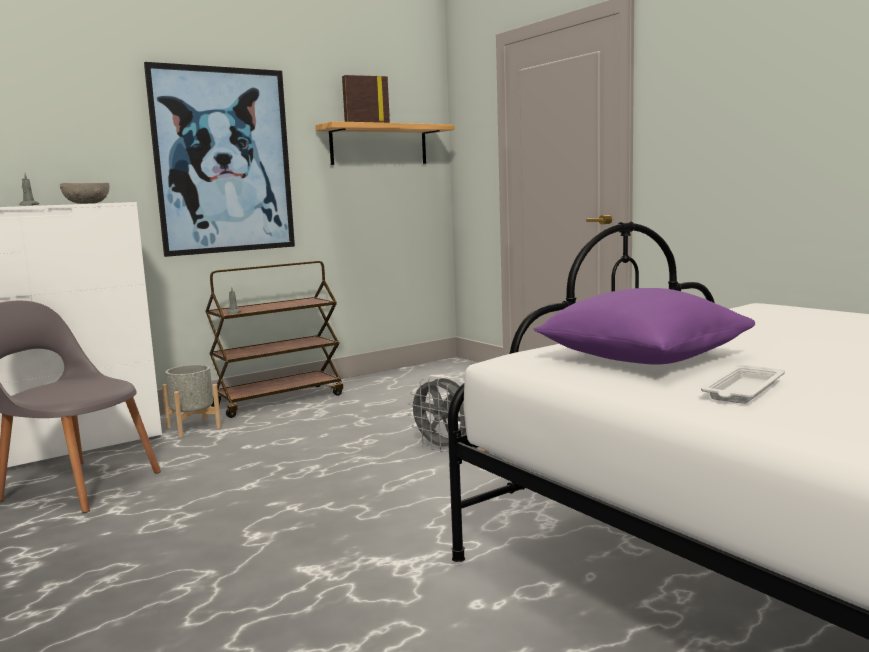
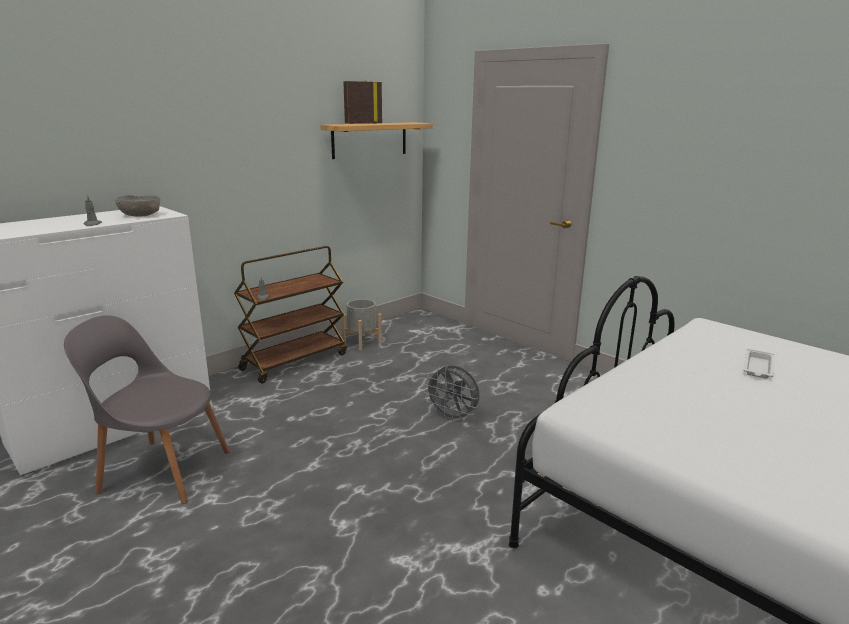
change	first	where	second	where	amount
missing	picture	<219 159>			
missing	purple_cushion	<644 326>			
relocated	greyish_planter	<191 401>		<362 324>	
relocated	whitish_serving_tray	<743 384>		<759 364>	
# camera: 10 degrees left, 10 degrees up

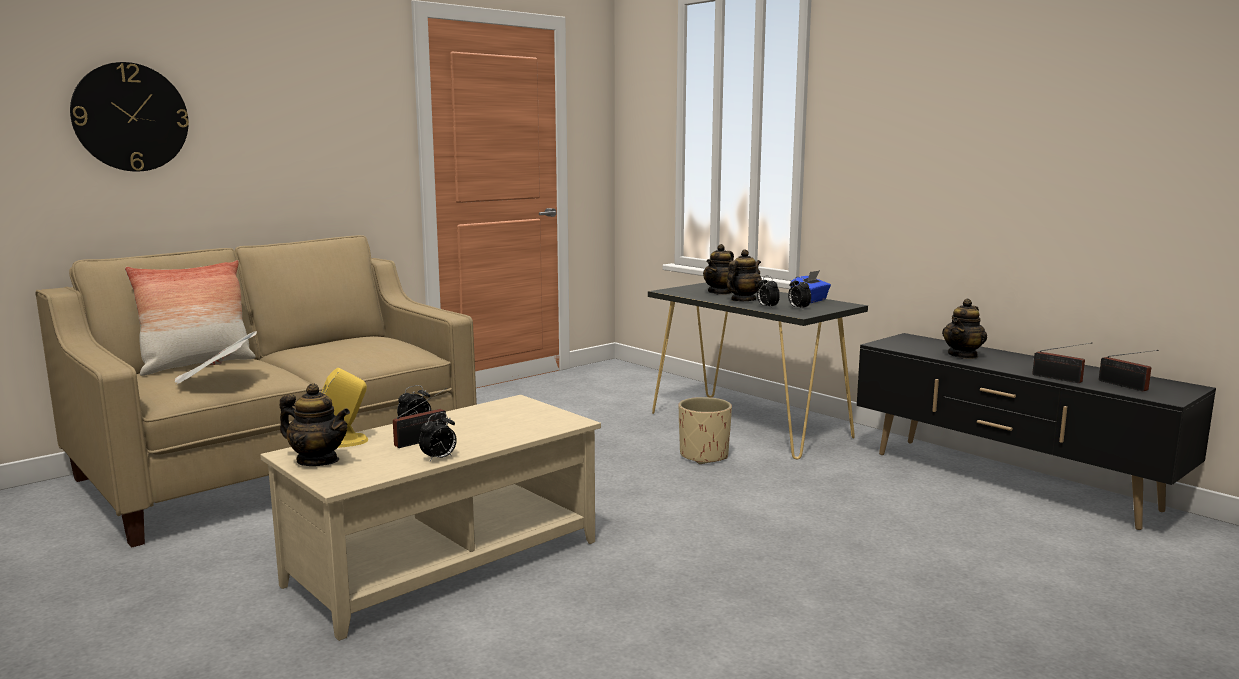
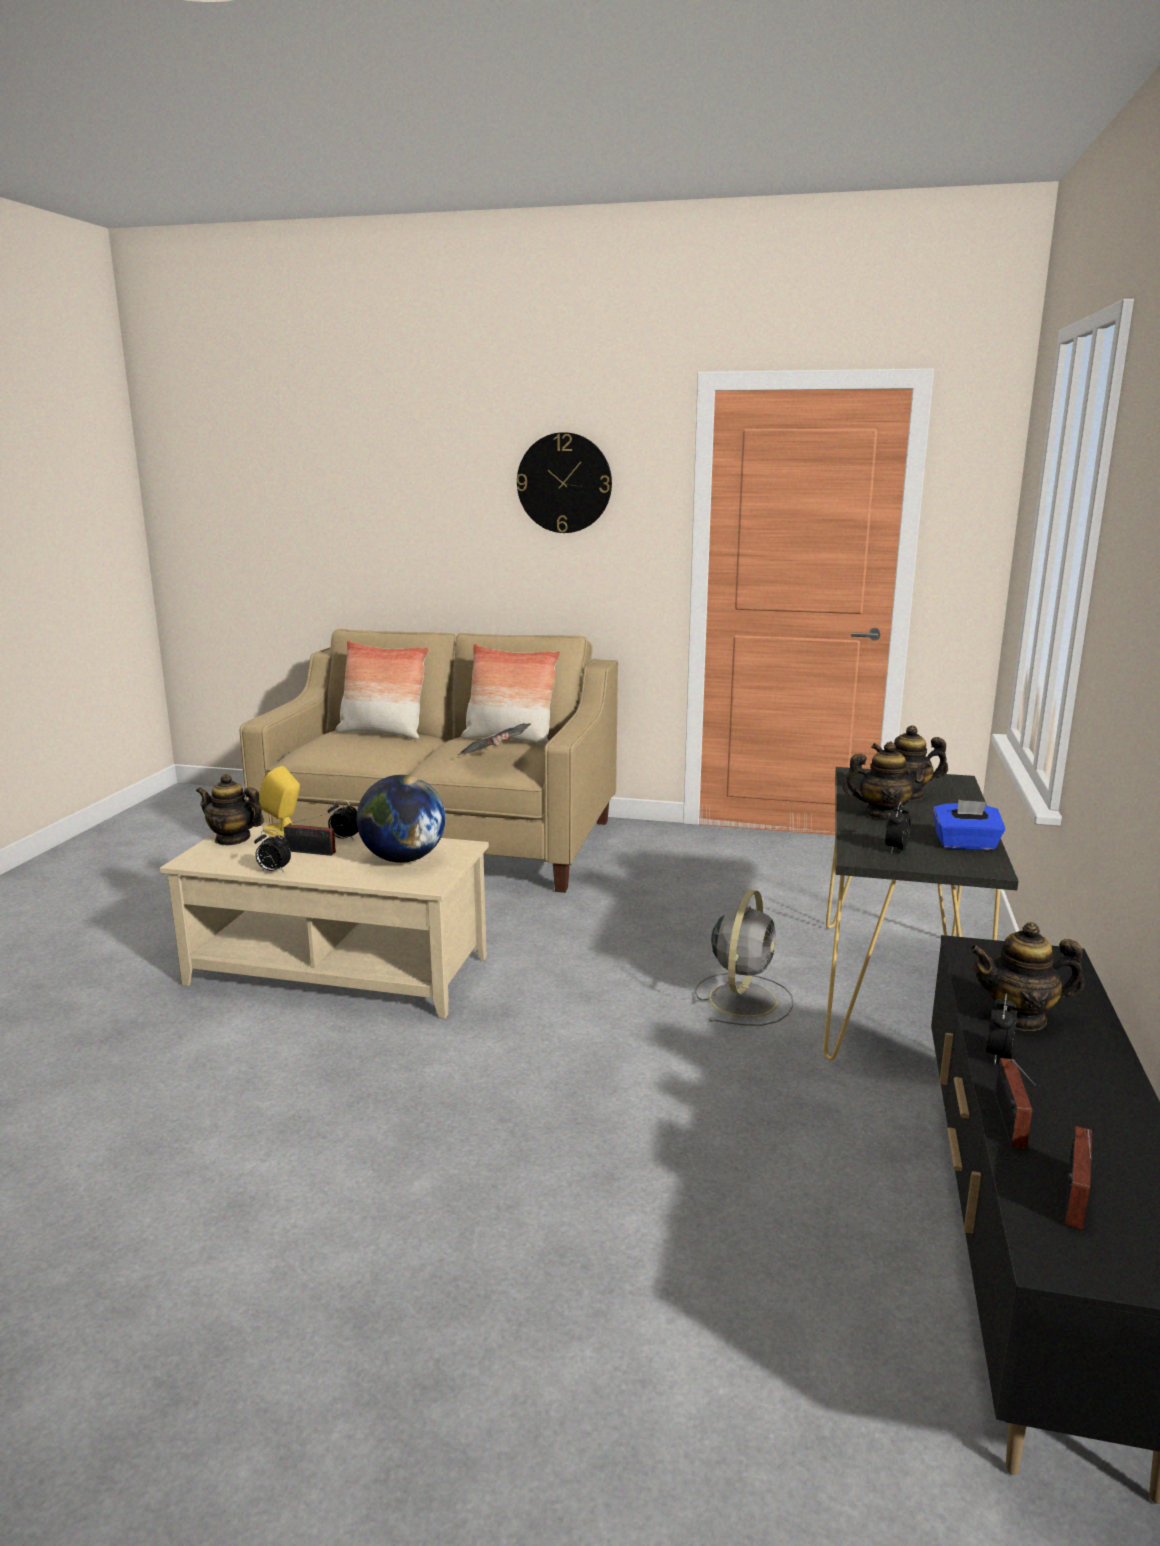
change	first	where	second	where	amount
appeared			globe	<401 819>	
appeared			cushion	<510 695>	
relocated	clock_on_the_wall	<129 117>		<564 482>	
relocated	newspaper	<216 357>		<494 739>	
relocated	table_clock	<768 292>		<1001 1029>	
exchanged	beige-coloured_planter	<705 430>	greyish_cooling_fan	<744 958>	
spun	pot_for_tea	<314 425>		<230 810>	120 degrees clockwise
# camera: 55 degrees right, 5 degrees up

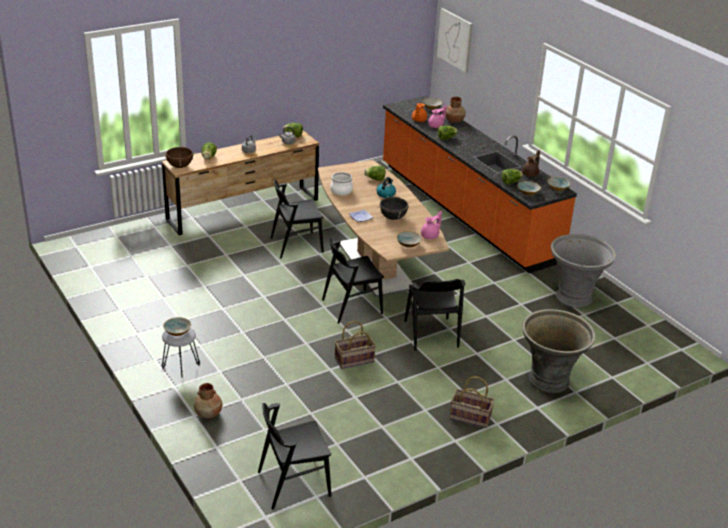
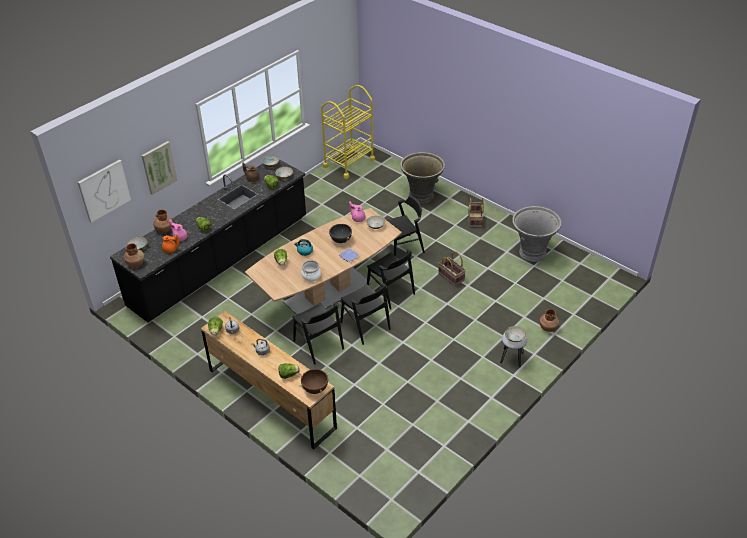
change	first	where	second	where	amount
appeared			brown_vase	<134 255>	
appeared			picture	<159 168>	
appeared			yellow-coloured_wheeled_cart	<348 132>	
relocated	black-coloured_plain_chair	<294 456>		<365 314>	
relocated	greyish_planter	<583 271>		<536 234>	
colour	orange-coloured_kitchen_counter	<480 184>	black-coloured_kitchen_counter	<208 241>	
# camera: 105 degrees left, 10 degrees up

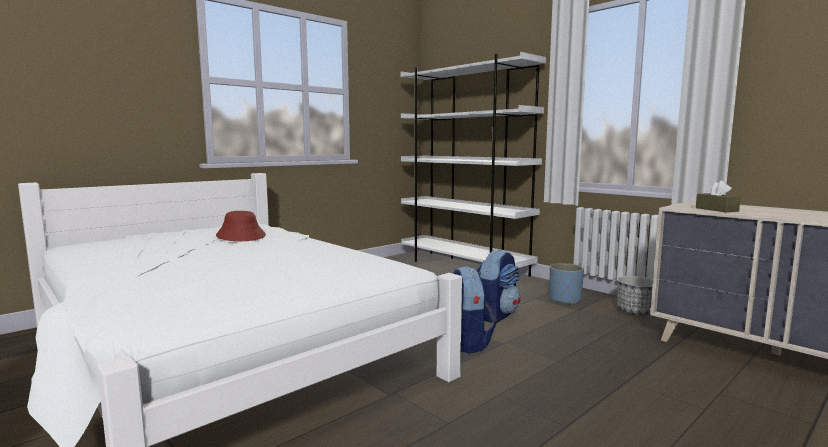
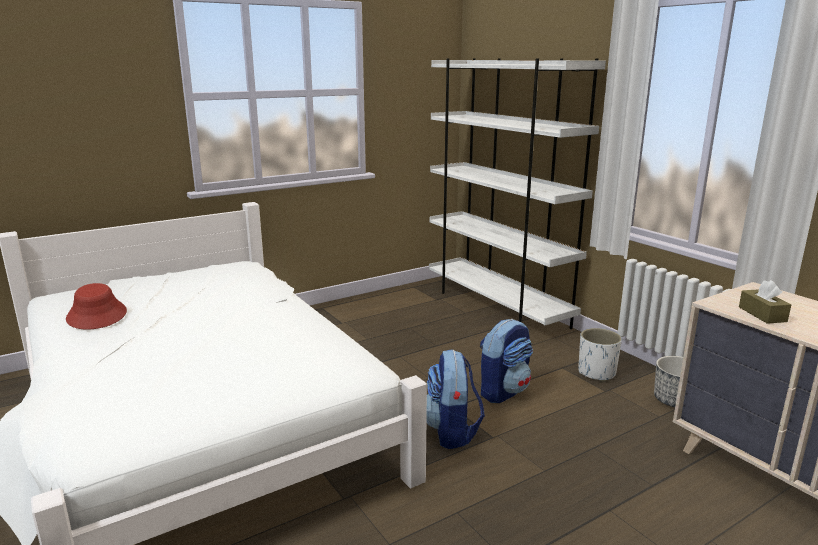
change	first	where	second	where	amount
relocated	red-coloured_hat	<241 226>		<96 306>	
colour	blue_planter	<566 284>	whitish_planter	<600 355>	
# camera: 10 degrees right, 10 degrees up

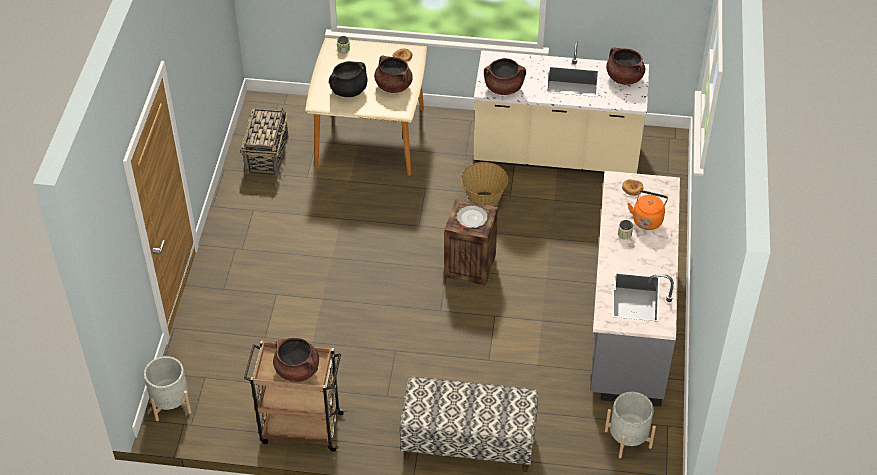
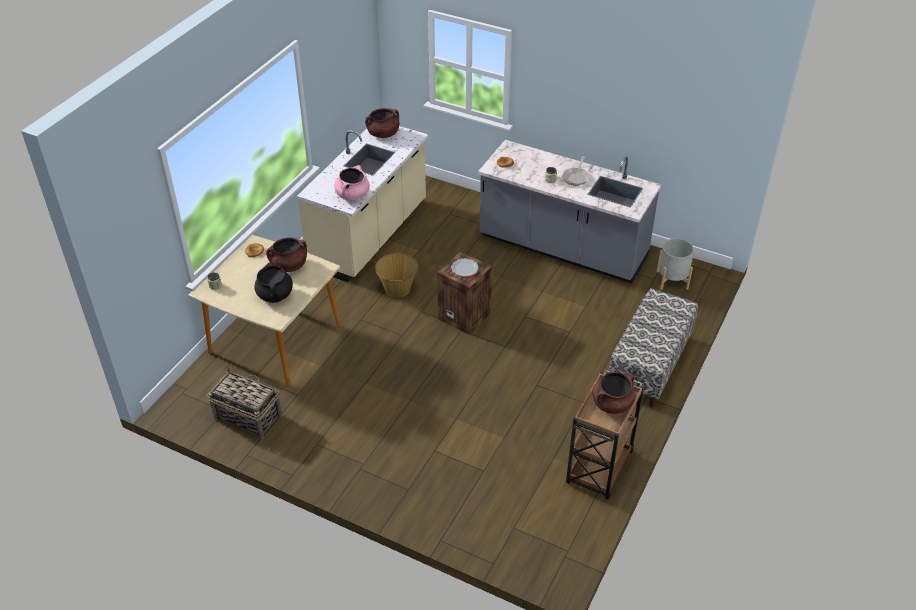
change	first	where	second	where	amount
missing	greyish_planter	<167 388>			
missing	orange-coloured_kettle	<648 210>			
appeared			pan	<576 171>	
colour	brown_saucepot	<505 76>	pink_saucepot	<352 183>	
# camera: 70 degrees left, 5 degrees down

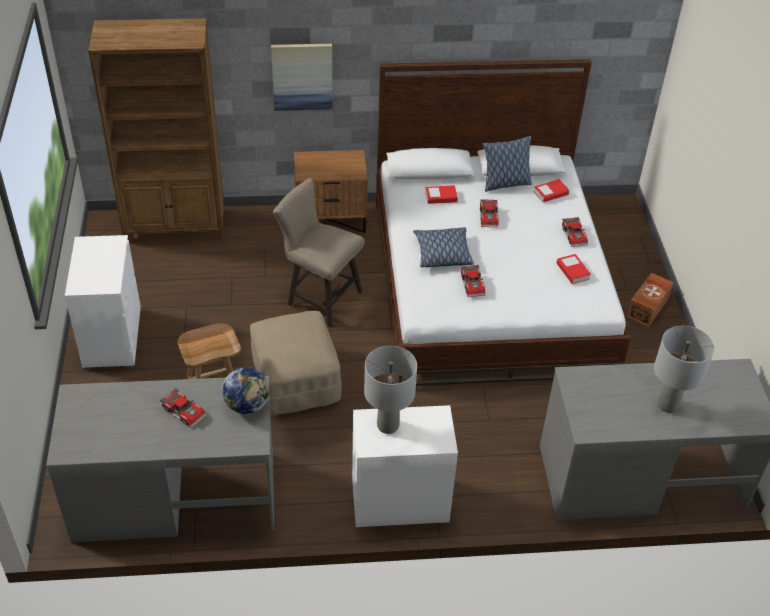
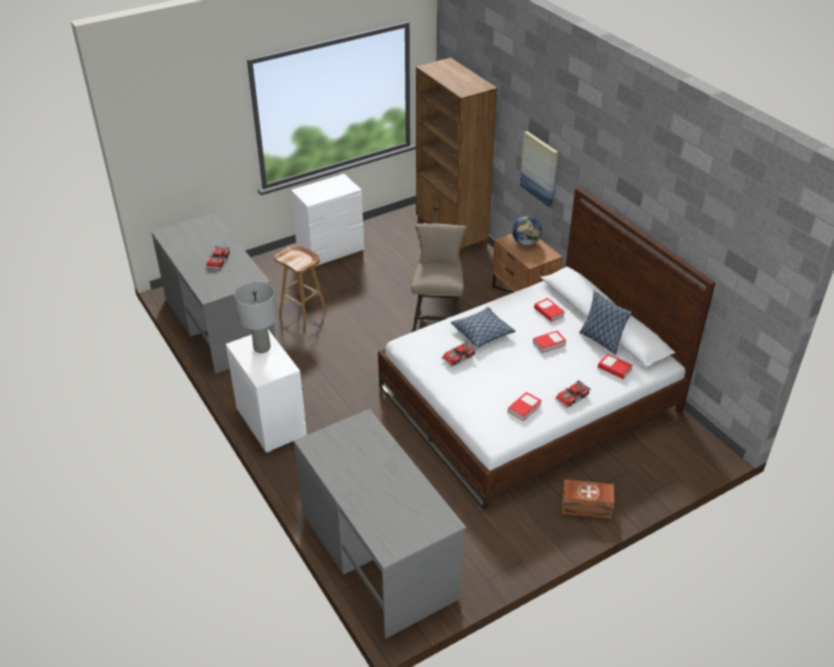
change	first	where	second	where	amount
missing	beige-coloured_footrest	<296 363>			
missing	greyish_table_lamp	<684 369>			
relocated	globe	<245 390>		<527 231>	
exchanged	toy_car	<489 213>	book	<550 342>	
# camera: 65 degrees right, 5 degrees down

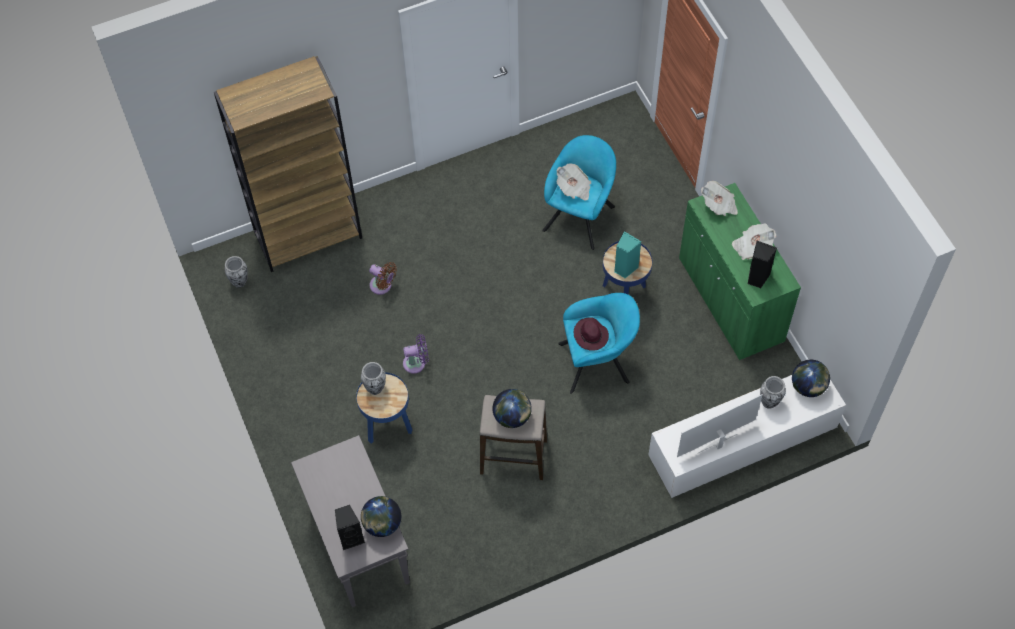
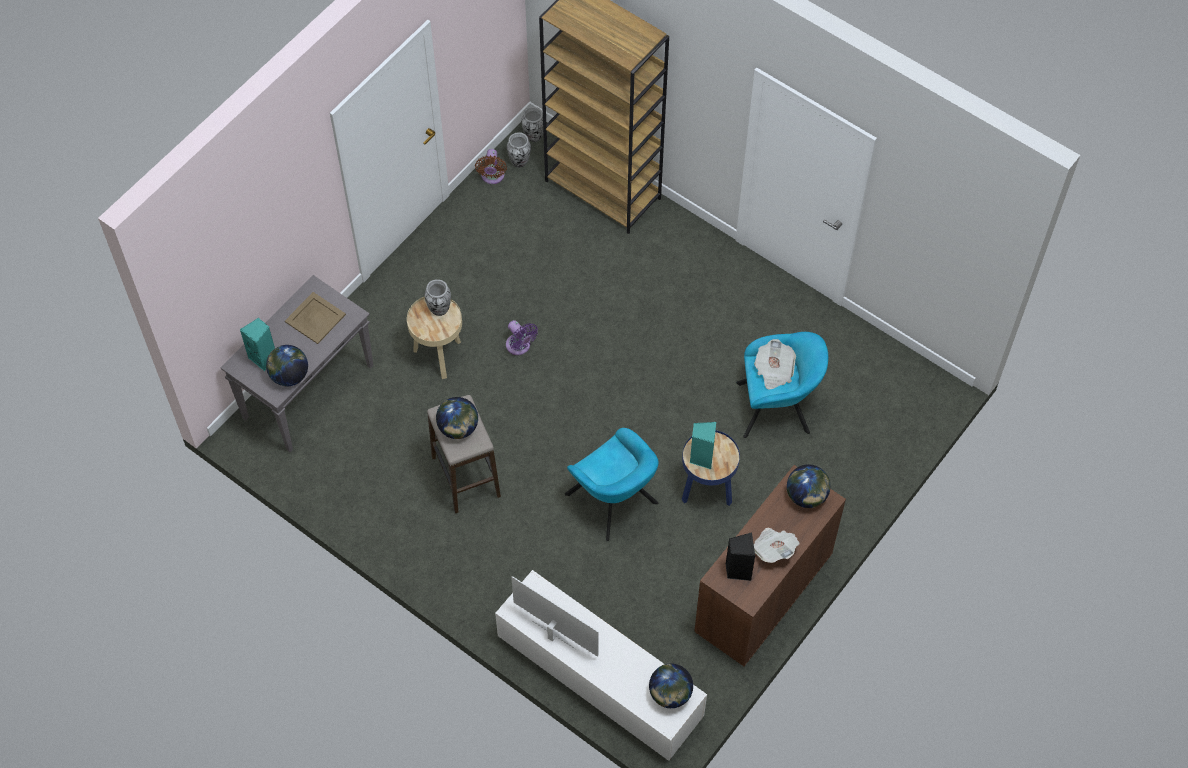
change	first	where	second	where	amount
missing	purple_hat	<591 334>			
appeared			beige-coloured_serving_tray	<315 318>	
relocated	brown_cooling_fan	<383 278>		<491 166>	
relocated	vase	<773 392>		<532 124>	
exchanged	newspaper	<719 198>	globe	<808 486>	
colour	black-coloured_speaker	<350 527>	blue-green_speaker	<257 344>	
colour	blue_accent_table	<384 408>	beige-coloured_accent_table	<434 338>	
colour	green-coloured_cabinet	<740 271>	brown_cabinet	<770 566>	
# camera: 60 degrees right, 0 degrees up

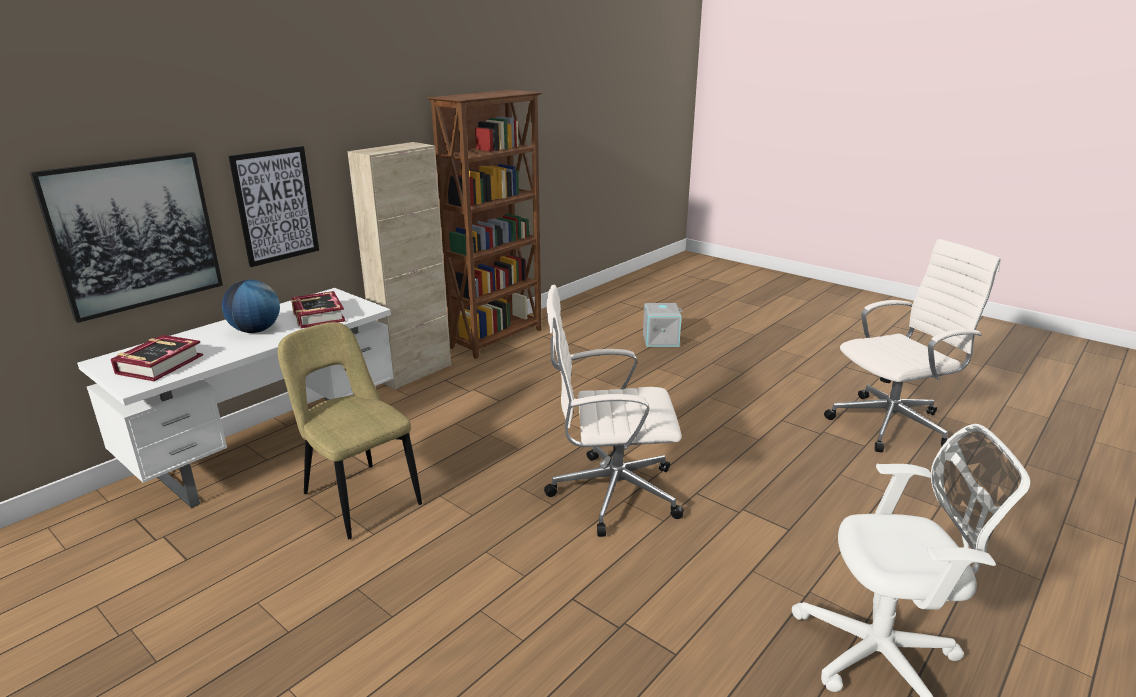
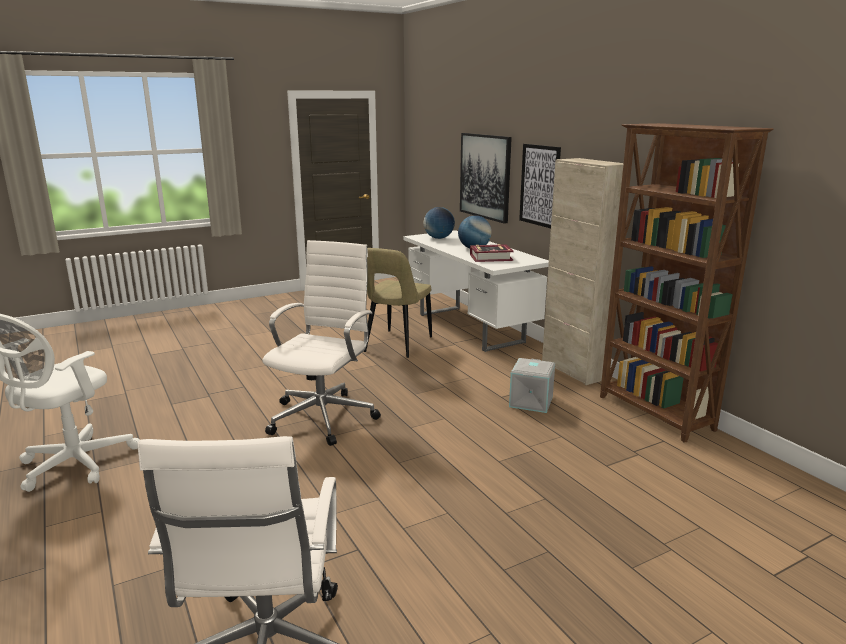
change	first	where	second	where	amount
relocated	greyish_storage_bin	<662 325>		<532 385>	
exchanged	book	<157 358>	globe	<439 223>	
spun	beige-coloured_plain_chair	<350 430>		<398 303>	135 degrees clockwise
# camera: 110 degrees right, 5 degrees down

